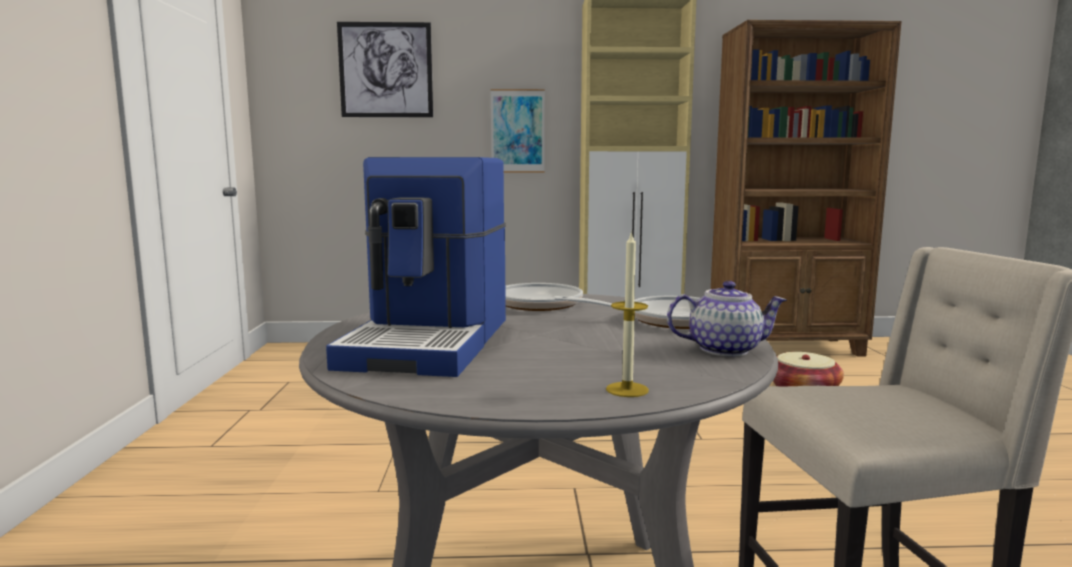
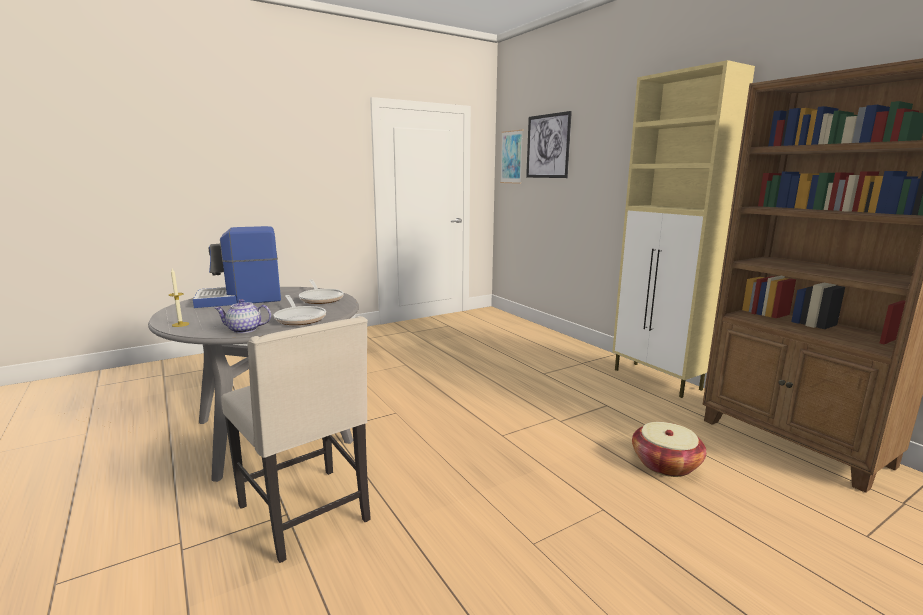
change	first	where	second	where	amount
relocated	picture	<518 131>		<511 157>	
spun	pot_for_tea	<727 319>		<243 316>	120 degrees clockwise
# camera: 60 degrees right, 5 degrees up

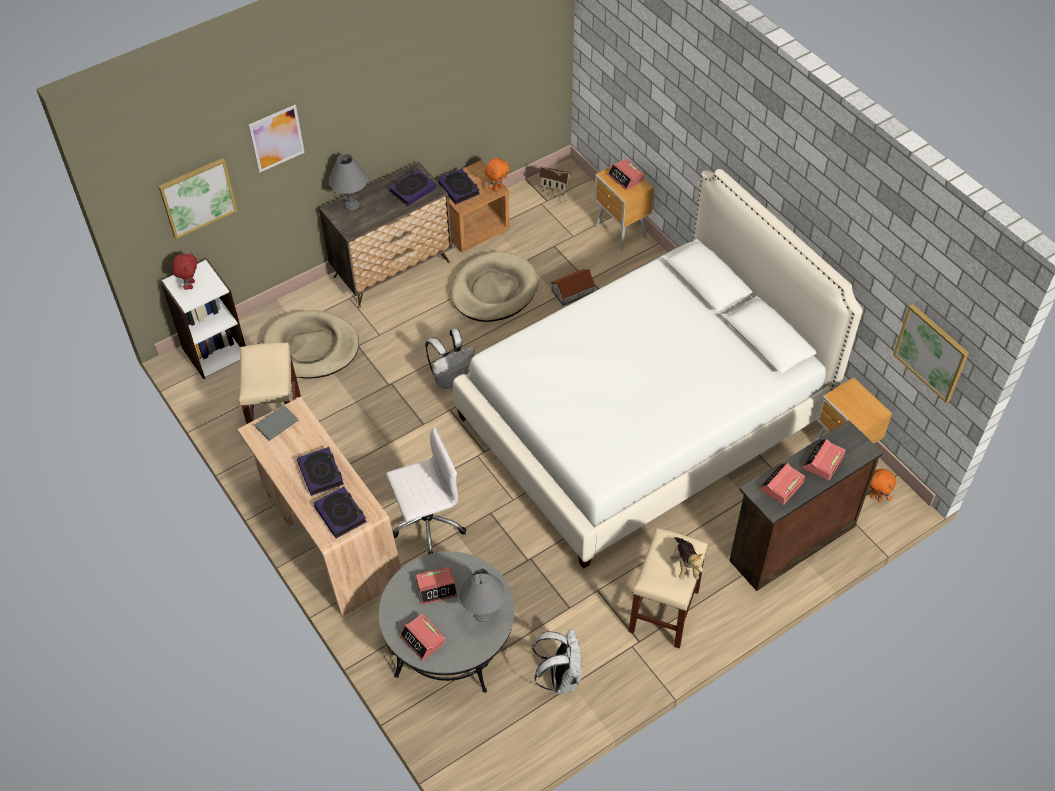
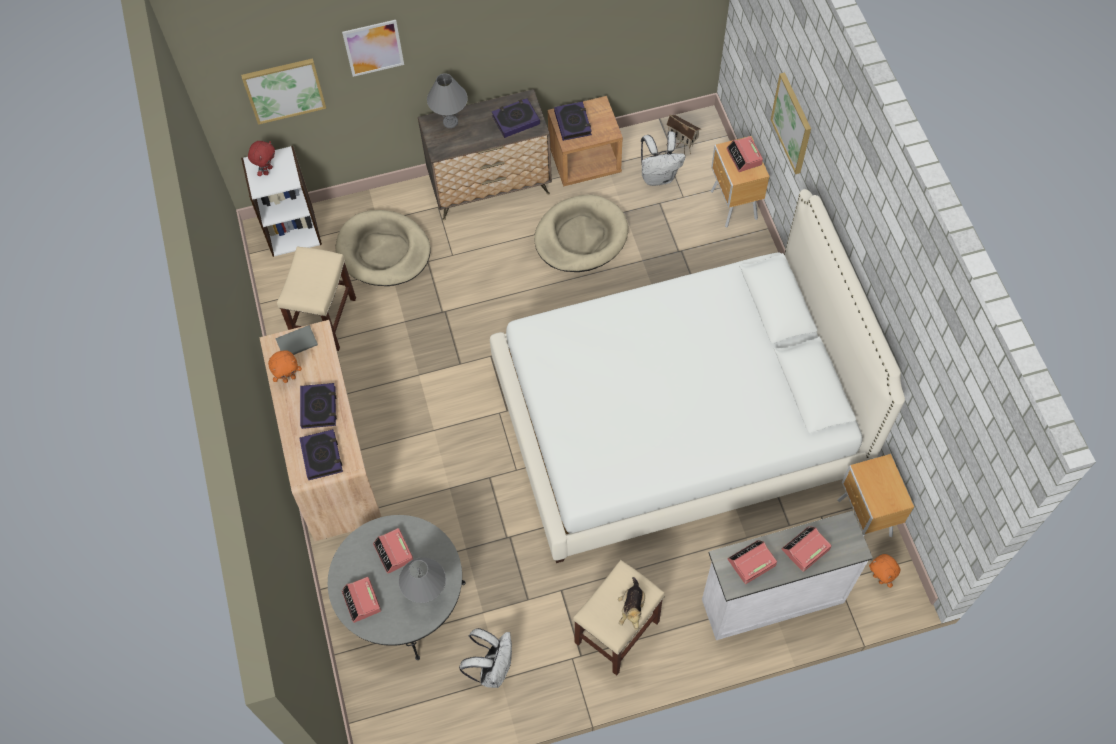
change	first	where	second	where	amount
missing	whitish_desk_chair	<426 490>			
missing	miniature_house	<572 287>			
relocated	whitish_rucksack	<450 358>		<663 158>	
relocated	orange-coloured_plush_toy	<497 175>		<285 366>	
relocated	picture	<931 353>		<791 123>	
colour	brown_drawer_chest	<806 505>	whitish_drawer_chest	<787 575>	
spun	table_clock	<437 586>		<393 551>	60 degrees clockwise
# camera: 20 degrees right, 10 degrees up

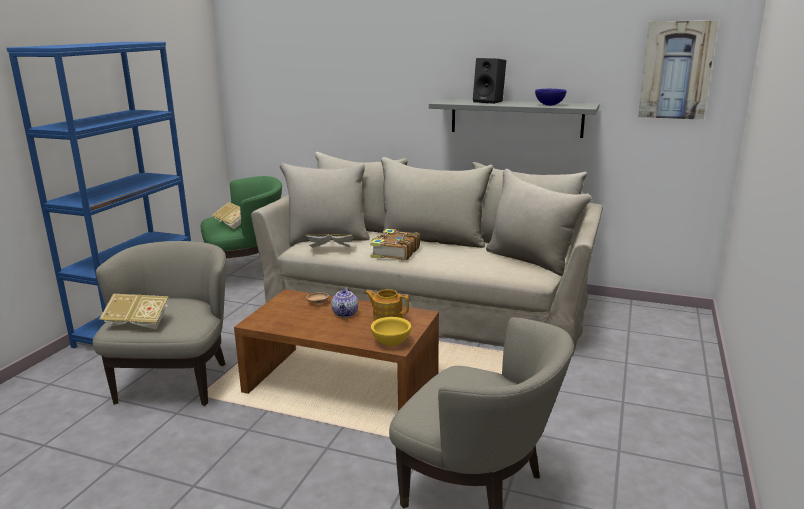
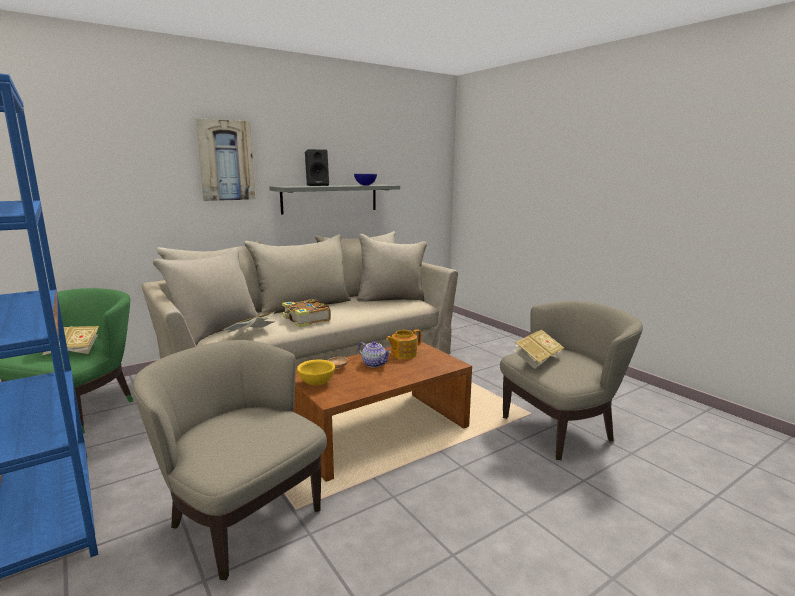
change	first	where	second	where	amount
relocated	book	<133 312>		<538 349>	
relocated	yellow-coloured_deep_dish	<391 331>		<316 372>	
relocated	picture	<678 70>		<225 159>	
# camera: 55 degrees left, 5 degrees down

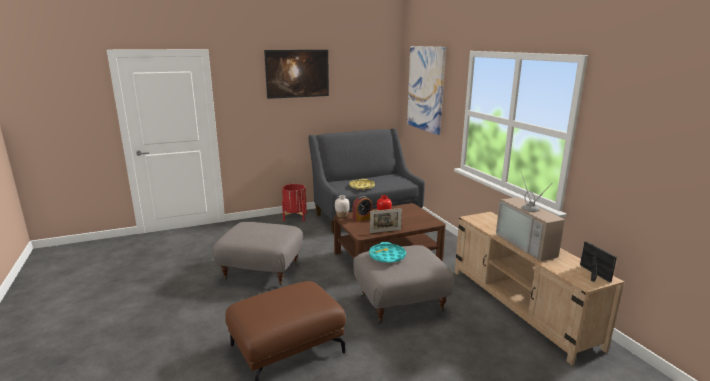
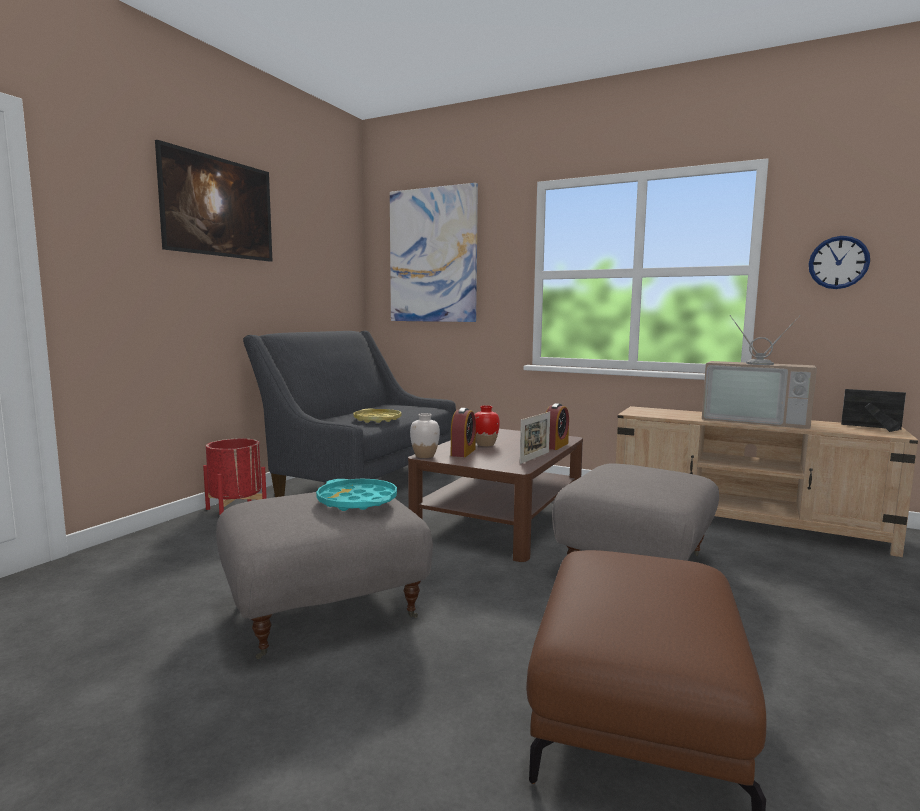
change	first	where	second	where	amount
appeared			table_clock	<557 426>	
appeared			clock_on_the_wall	<839 262>	
relocated	blue-green_serving_tray	<387 252>		<356 495>	
# camera: 40 degrees left, 10 degrees down

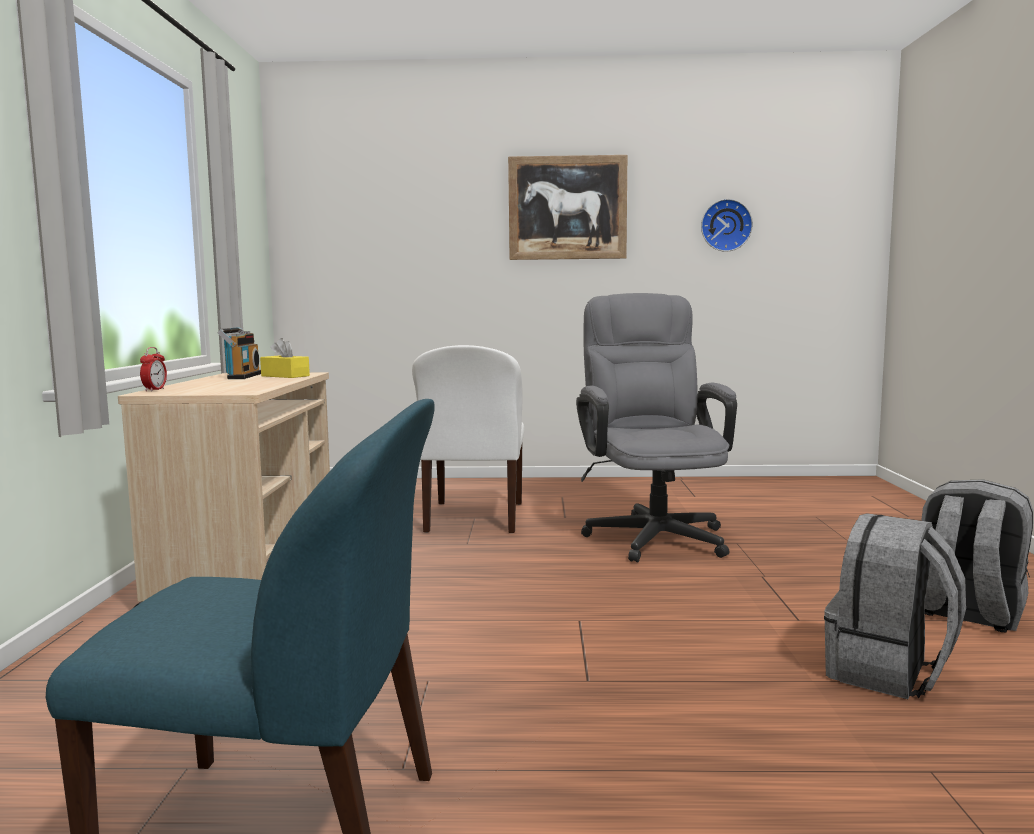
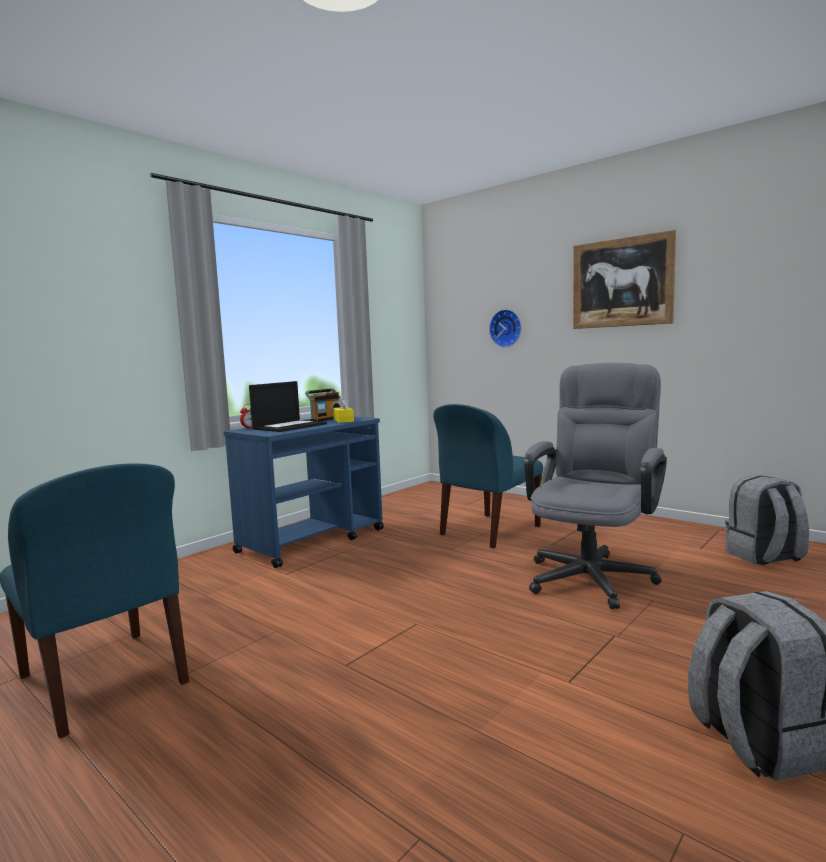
change	first	where	second	where	amount
appeared			notebook_computer	<288 406>	
relocated	clock_on_the_wall	<727 225>		<505 328>	
relocated	greyish_rucksack	<895 606>		<767 520>	
colour	beige-coloured_wheeled_cart	<224 489>	blue_wheeled_cart	<303 492>	
colour	whitish_plain_chair	<468 439>	blue_plain_chair	<488 476>	
# camera: 40 degrees right, 0 degrees up

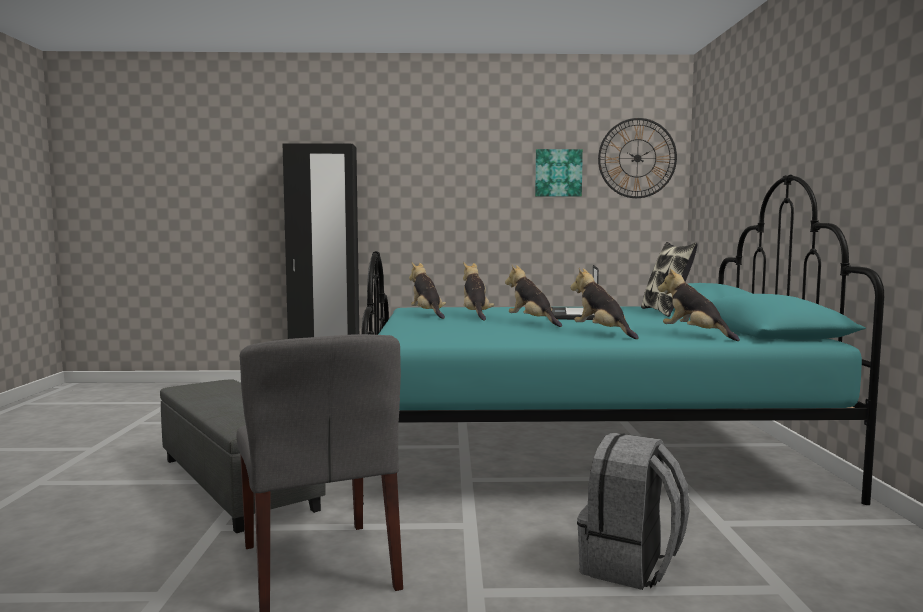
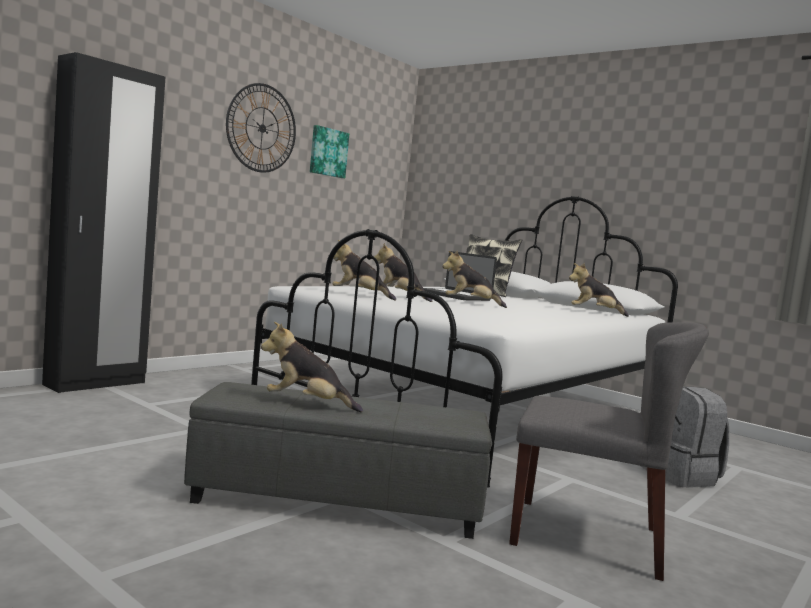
change	first	where	second	where	amount
relocated	plush_toy	<604 303>		<312 367>	
relocated	clock_on_the_wall	<637 158>		<261 128>	
colour	blue-green_bed	<622 339>	whitish_bed	<464 342>	
# camera: 50 degrees left, 0 degrees up

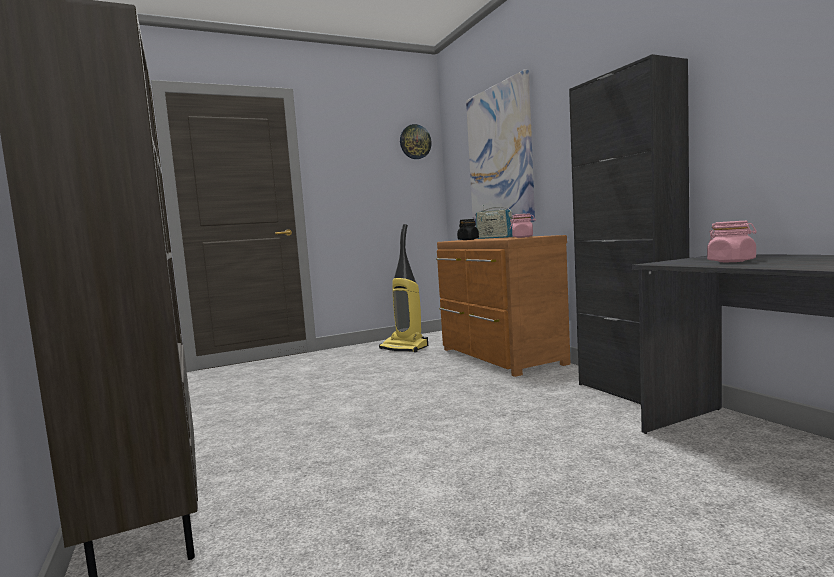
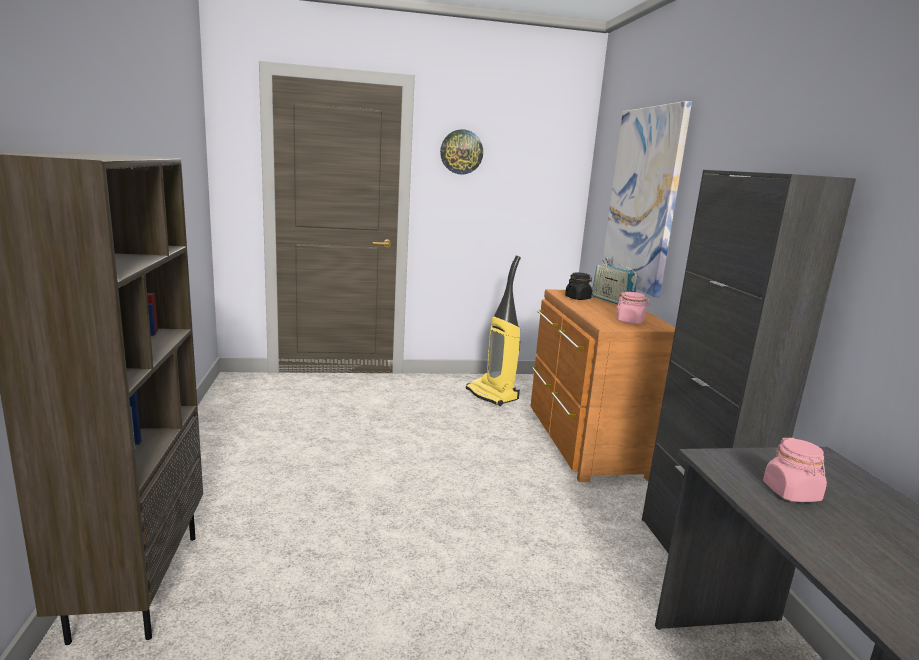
change	first	where	second	where	amount
relocated	clock_on_the_wall	<416 141>		<461 152>	
# camera: 15 degrees right, 10 degrees up

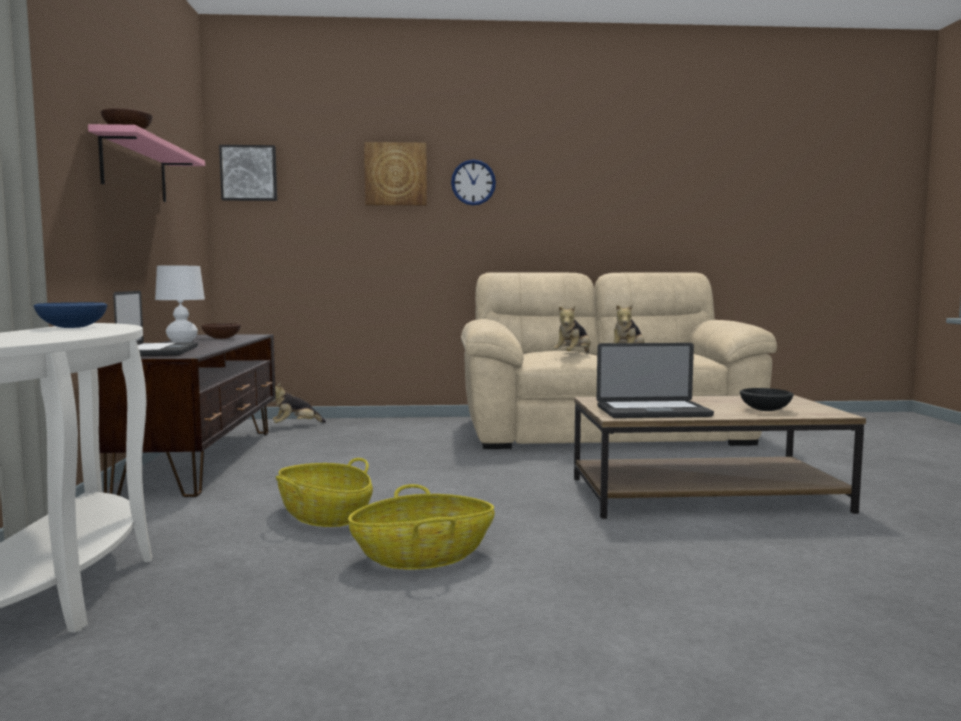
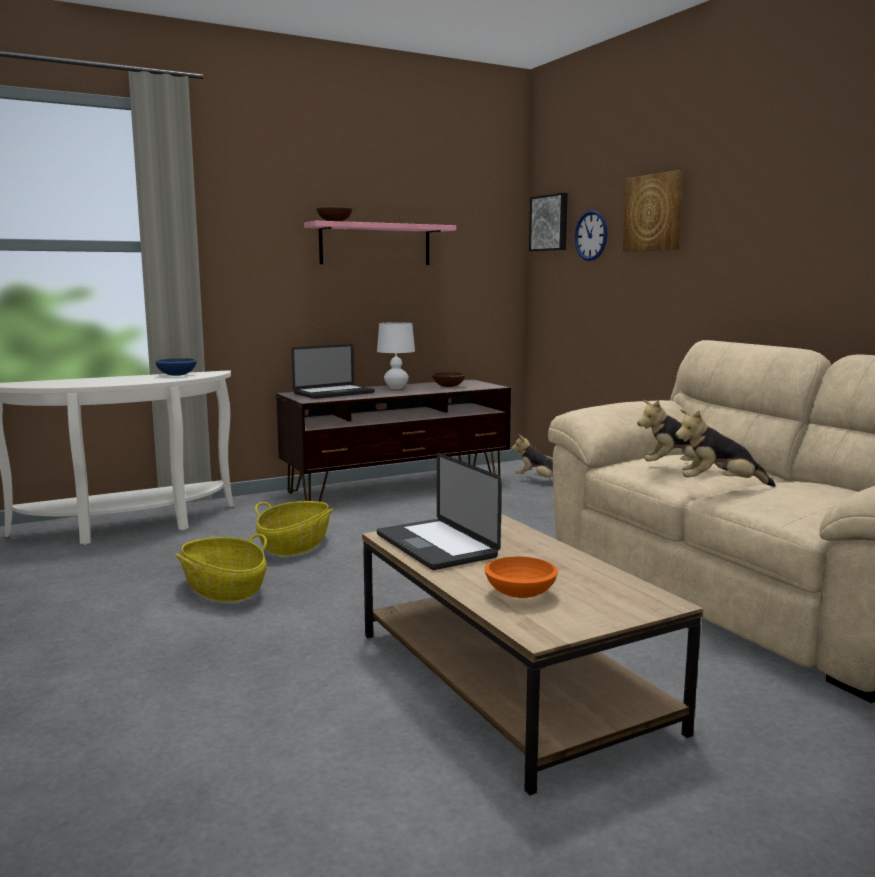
change	first	where	second	where	amount
relocated	clock_on_the_wall	<473 182>		<591 235>	
colour	black-coloured_deep_dish	<767 399>	orange-coloured_deep_dish	<521 577>	
# camera: 65 degrees right, 5 degrees up

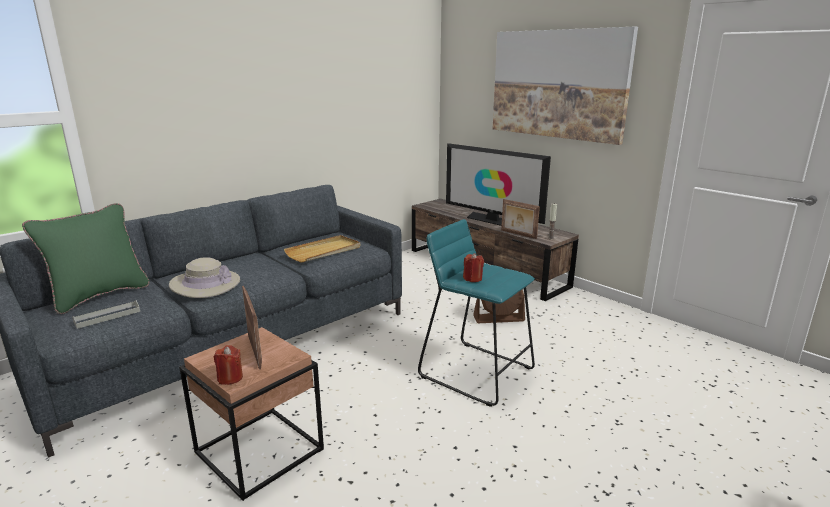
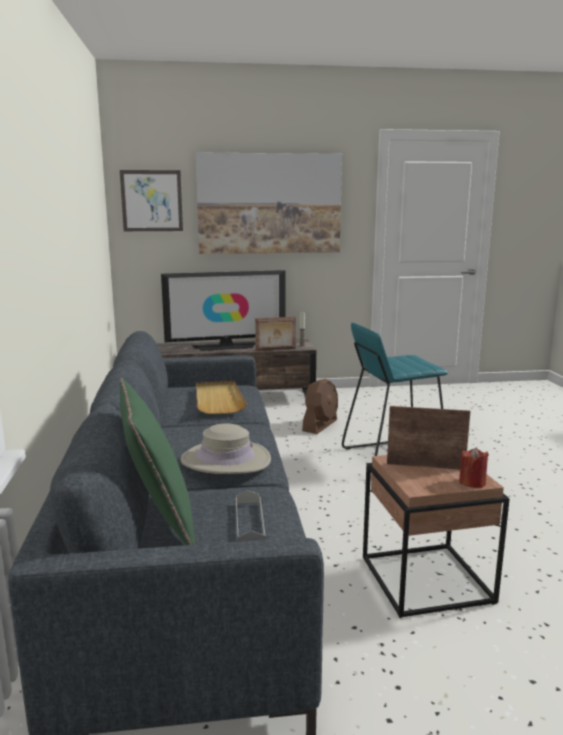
change	first	where	second	where	amount
missing	red-coloured_candle	<473 267>			
appeared			picture	<151 200>	
# camera: 55 degrees left, 5 degrees down

